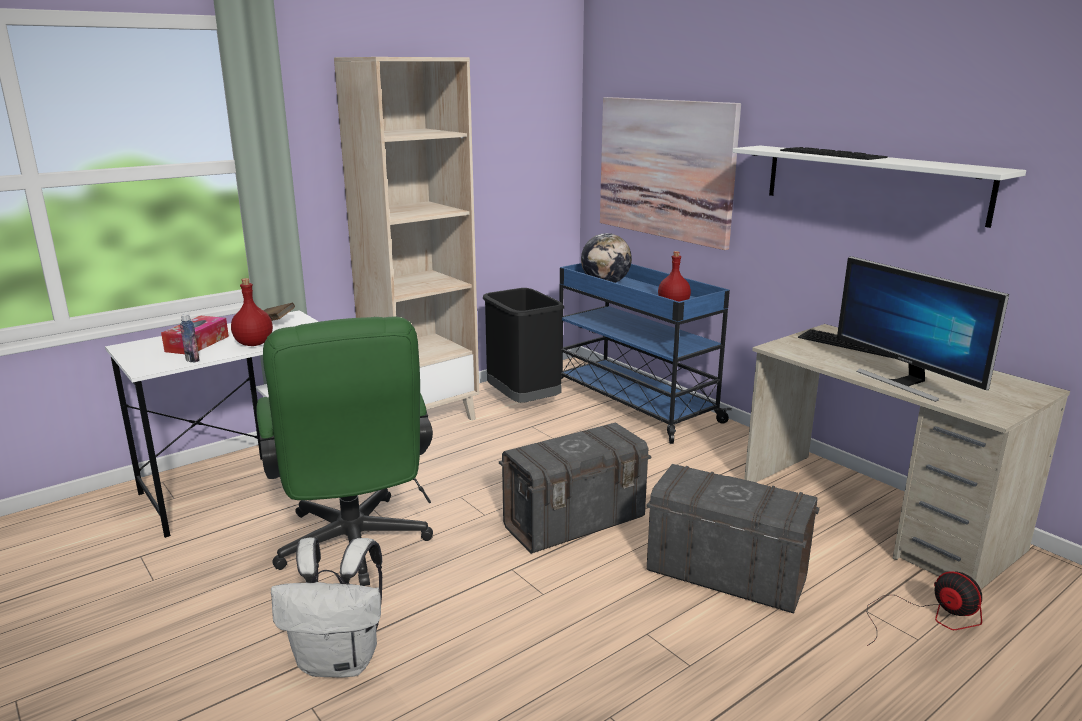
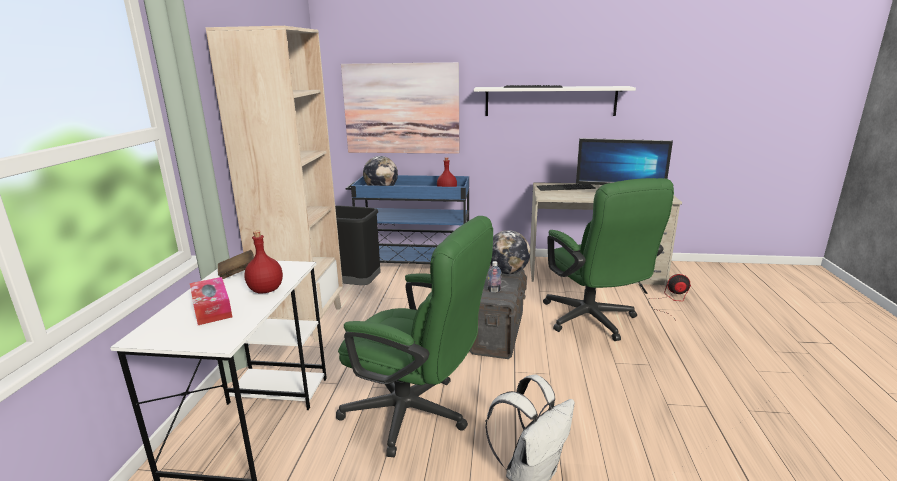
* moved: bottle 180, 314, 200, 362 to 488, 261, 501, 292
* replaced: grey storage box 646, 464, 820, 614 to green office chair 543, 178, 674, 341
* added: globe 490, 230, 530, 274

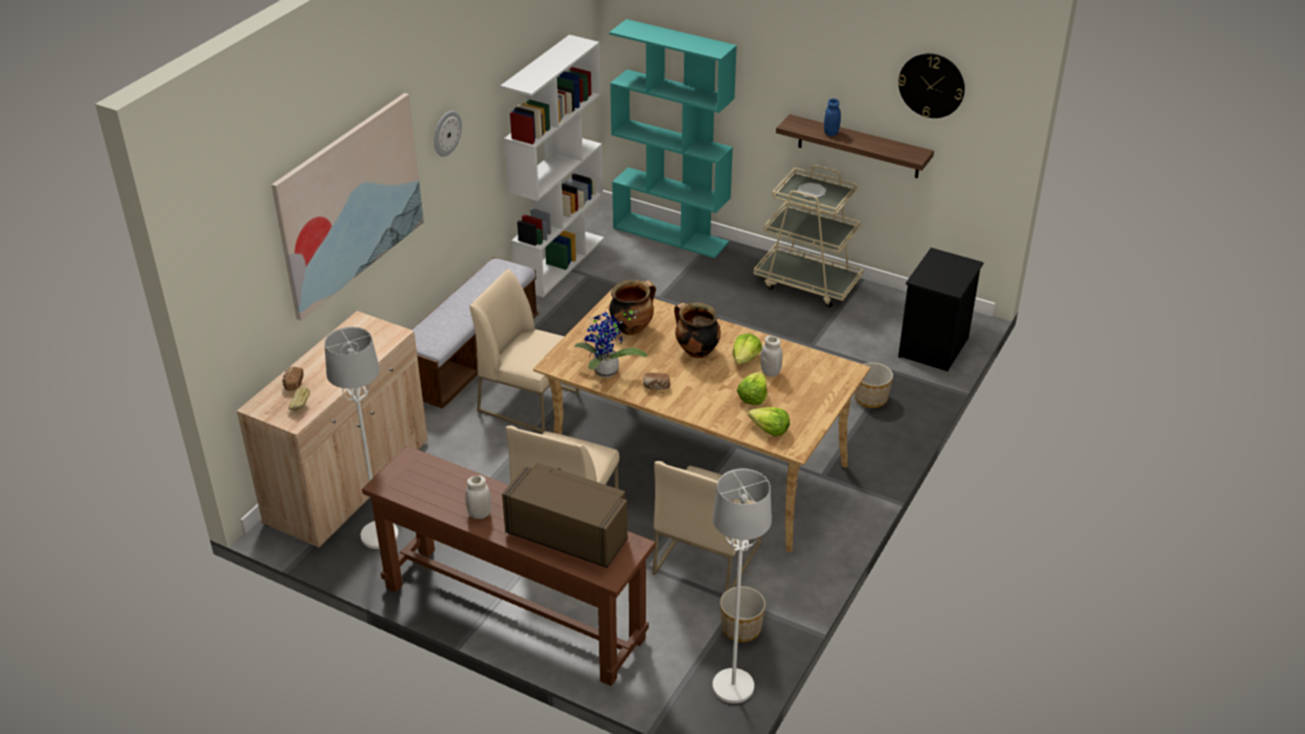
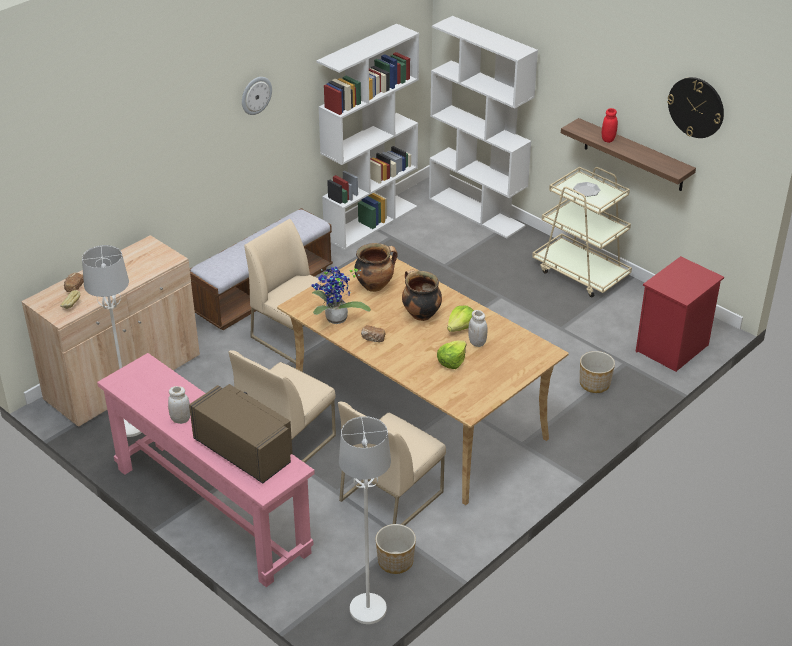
* removed: picture 271, 93, 424, 321
* recoloured: brown console table 362, 446, 656, 686 to pink console table 97, 353, 315, 587
* recoloured: turquoise bookcase 609, 19, 737, 258 to white bookcase 429, 16, 538, 238
* removed: lettuce 748, 407, 790, 436
* recoloured: blue jar 824, 99, 841, 136 to red jar 602, 108, 618, 143
* recoloured: black nightstand 898, 248, 984, 371 to red nightstand 636, 256, 724, 372

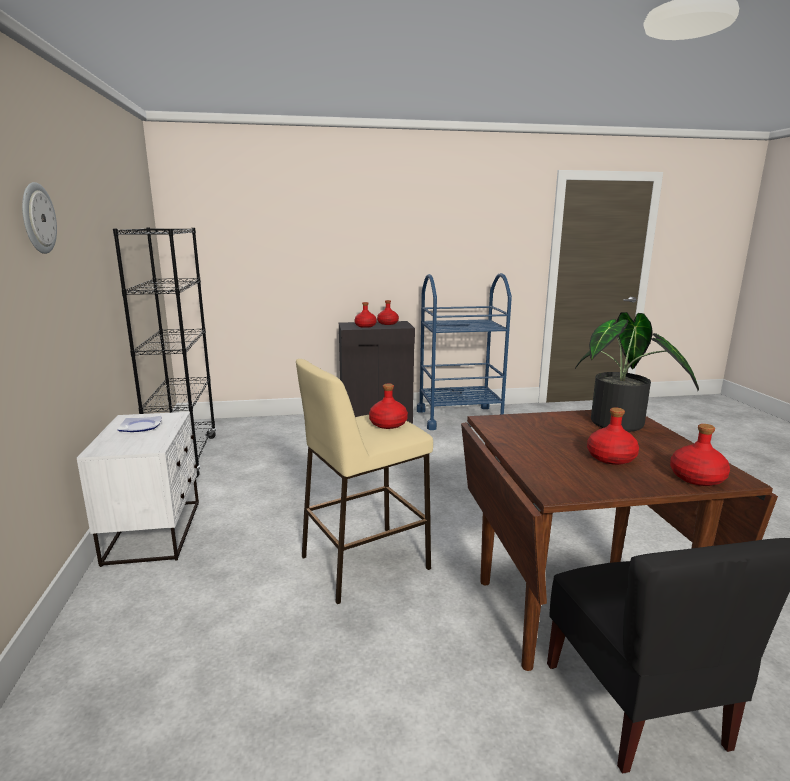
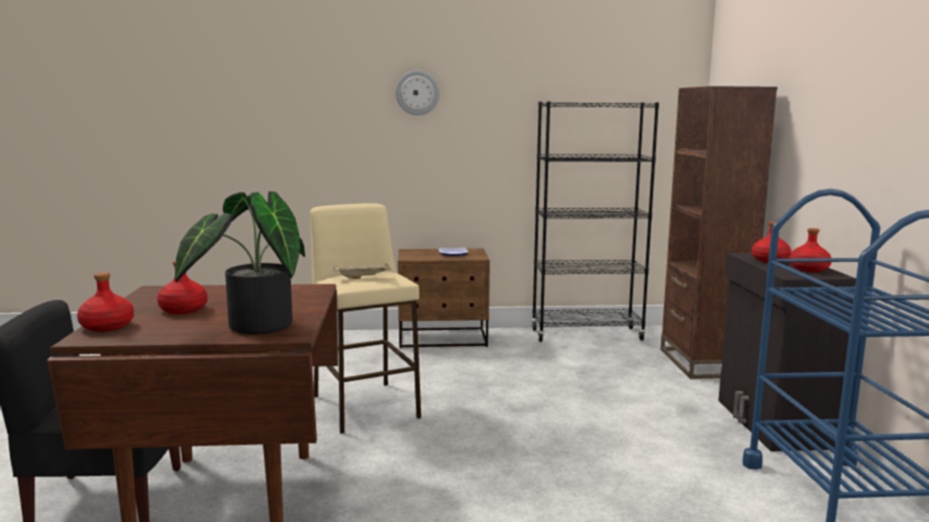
* recoloured: white nightstand 77, 412, 199, 567 to brown nightstand 398, 249, 490, 348
* replaced: red bottle 369, 383, 408, 429 to beige tray 333, 263, 391, 279
* added: brown bookcase 661, 86, 777, 379

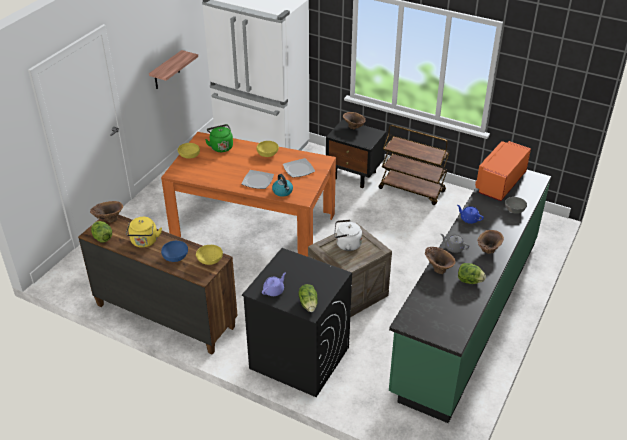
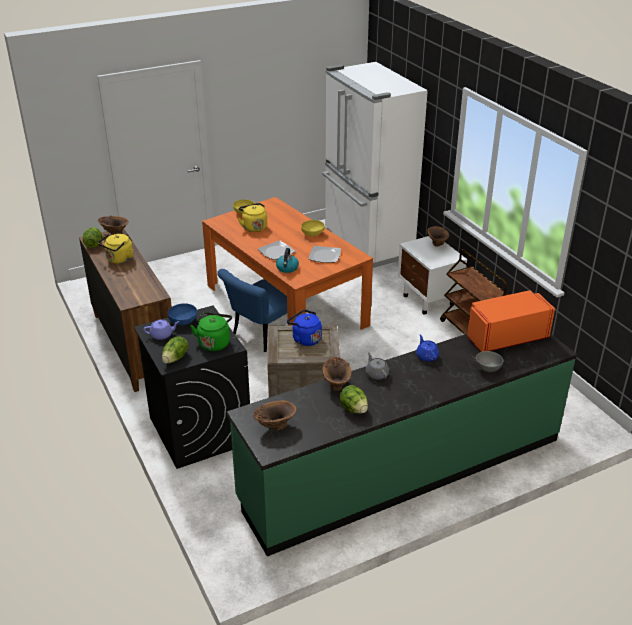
* removed: shelf 149, 50, 198, 89
* moved: blue bowl 161, 241, 188, 262 to 168, 303, 197, 326
* removed: yellow bowl 196, 245, 223, 265
* moved: green kettle 205, 124, 233, 152 to 190, 312, 232, 351
* recoloured: black nightstand 326, 119, 386, 188 to white nightstand 398, 236, 467, 314
* recoloured: white kettle 334, 219, 362, 251 to blue kettle 287, 310, 322, 346
* moved: brown vase 477, 230, 504, 254 to 253, 400, 296, 431
* added: blue chair 217, 269, 287, 352
* added: yellow kettle 238, 203, 267, 232

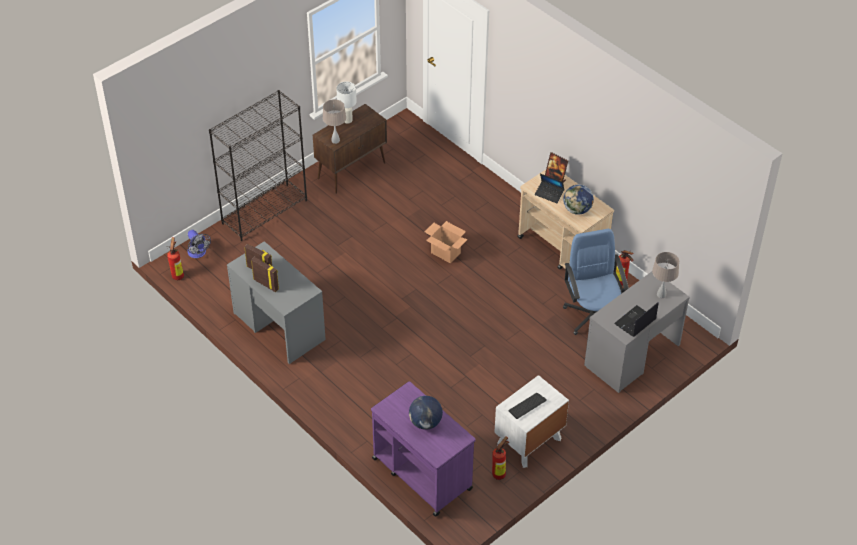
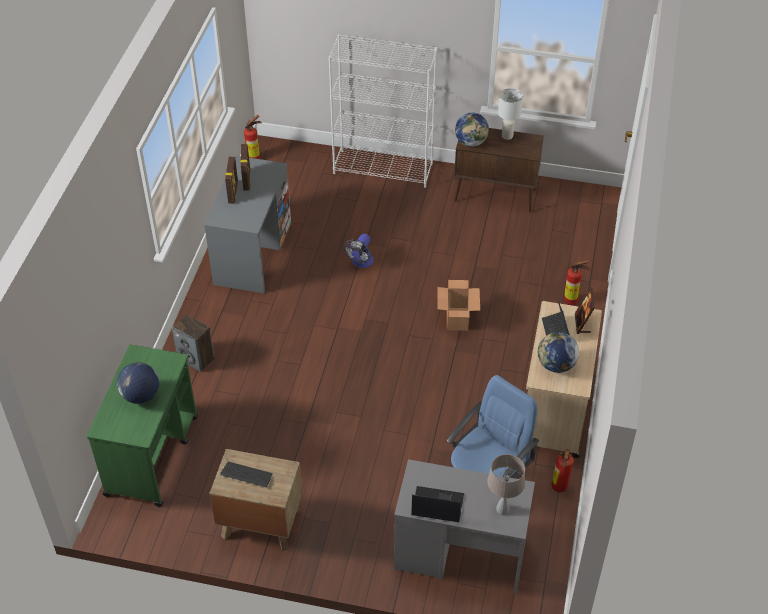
* moved: fan 187, 230, 211, 258 to 343, 234, 374, 268
* recoloured: black bookcase 209, 90, 307, 241 to white bookcase 328, 34, 437, 188
* replaced: beige table lamp 322, 99, 346, 144 to globe 455, 112, 489, 147
* recoloured: purple cart 371, 381, 475, 517 to green cart 87, 345, 198, 507
* moved: fire extinguisher 492, 436, 510, 480 to 564, 260, 590, 305
* recoloured: white nightstand 494, 375, 569, 468 to brown nightstand 209, 449, 302, 551
* added: speaker 172, 314, 214, 372

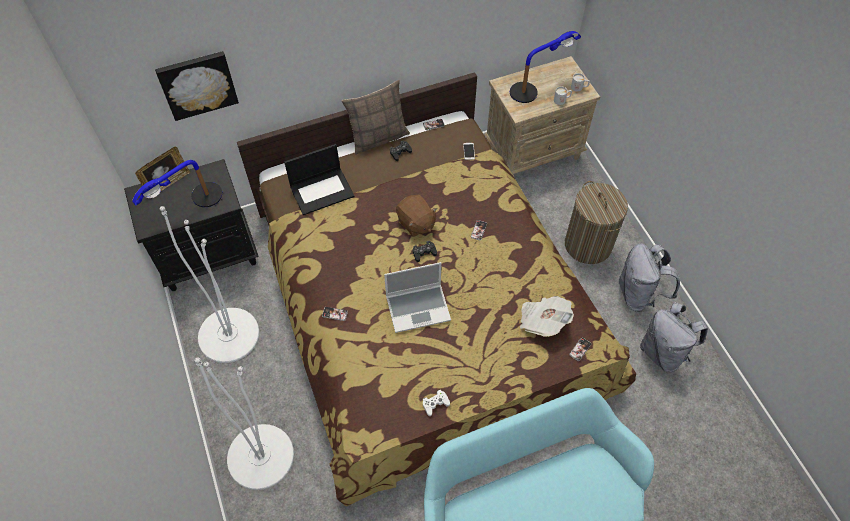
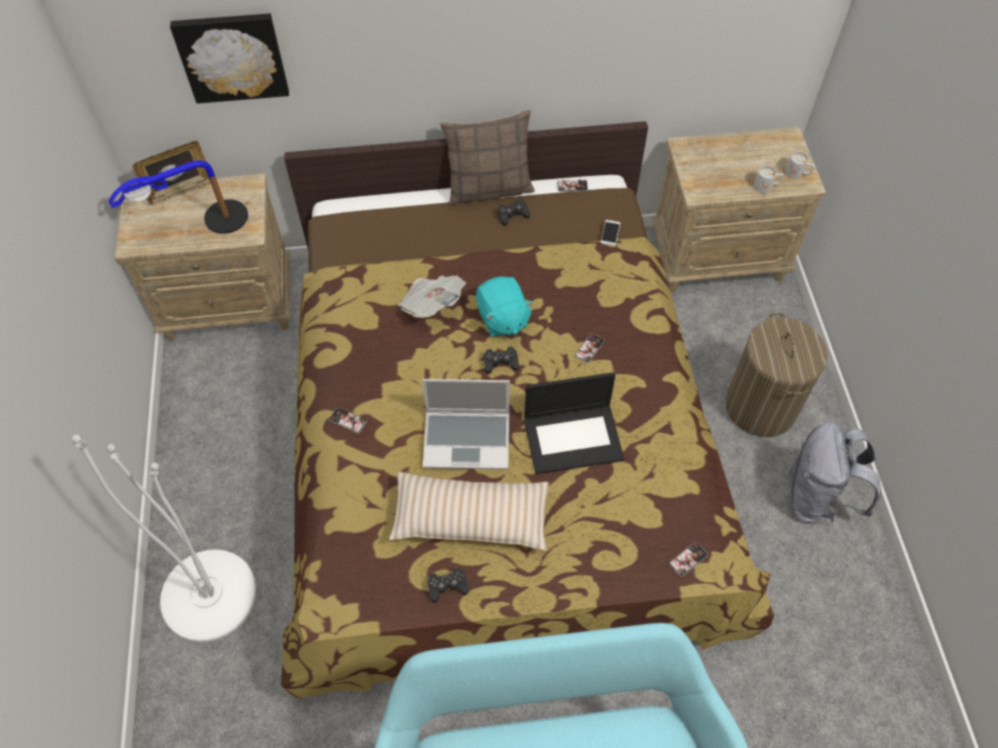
* recoloured: black nightstand 124, 159, 259, 291 to beige nightstand 115, 174, 290, 341
* removed: white floor lamp 160, 206, 259, 363
* moved: laptop 284, 144, 354, 215 to 524, 372, 624, 474
* recoloured: brown plush toy 396, 195, 437, 237 to turquoise plush toy 476, 276, 534, 337
* recoloured: white game controller 423, 390, 450, 416 to black game controller 428, 567, 469, 603
* removed: table lamp 510, 31, 581, 103
* moved: newspaper 520, 296, 574, 337 to 397, 275, 466, 318
* removed: grey backpack 640, 302, 708, 373
* added: beige pillow 389, 472, 549, 551

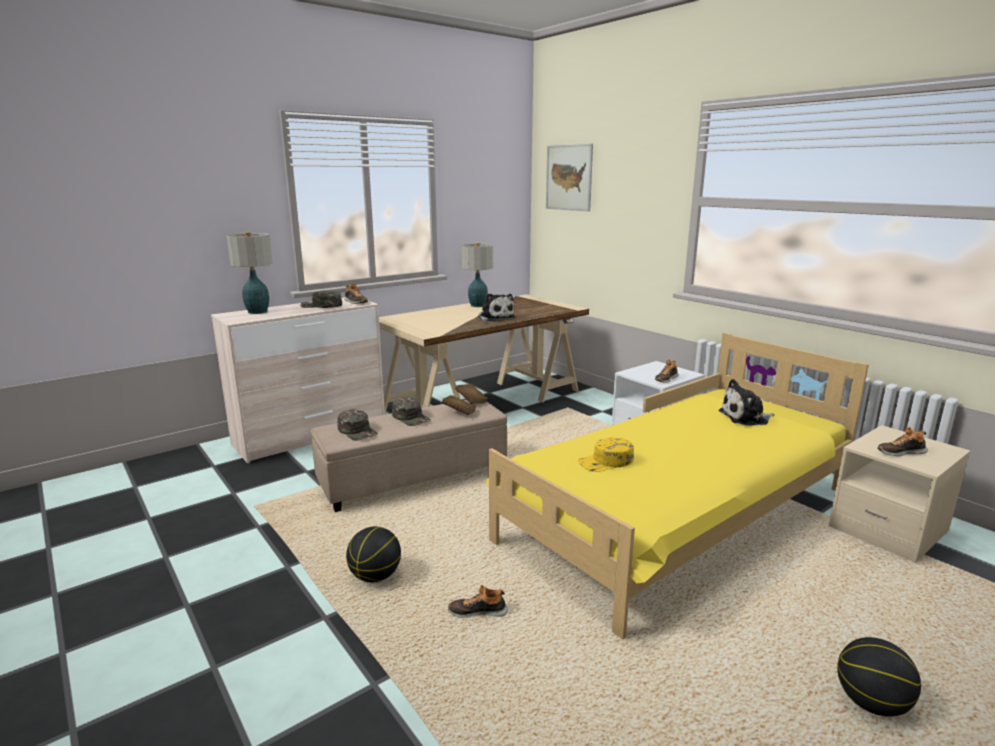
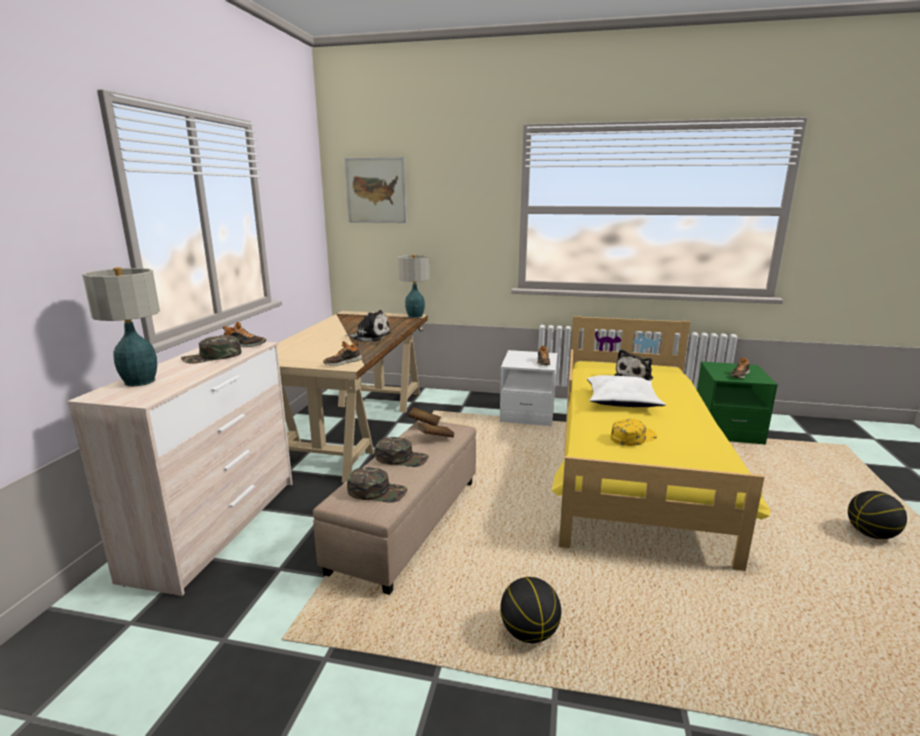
* moved: shoe 448, 585, 508, 618 to 323, 341, 362, 366
* moved: table lamp 462, 243, 493, 307 to 398, 254, 430, 318
* turned: yellow cap 577, 437, 634, 472 = 611, 419, 657, 446 150 degrees counterclockwise
* recoloured: beige nightstand 829, 425, 971, 563 to green nightstand 697, 362, 778, 445
* added: white pillow 587, 375, 666, 407

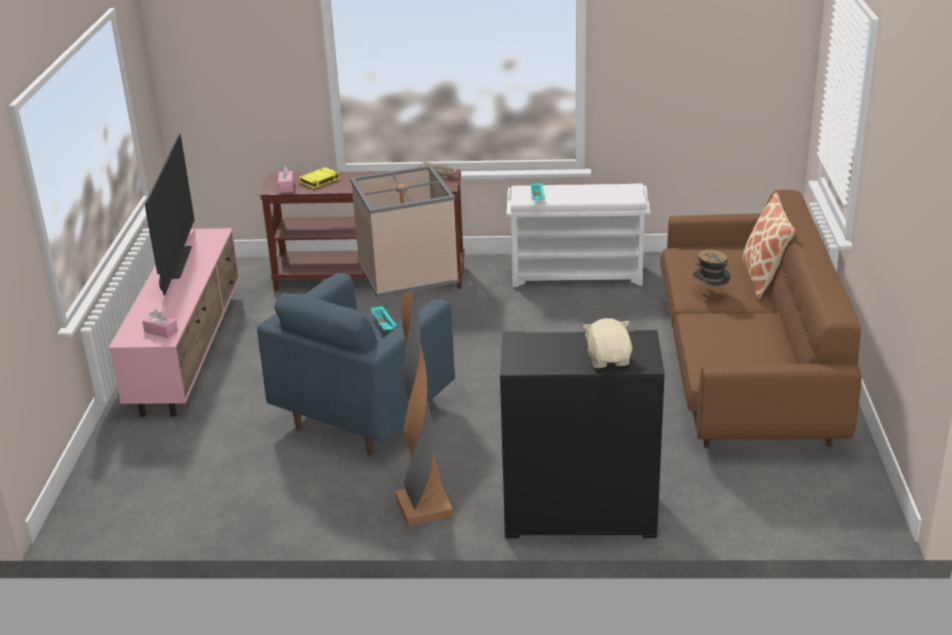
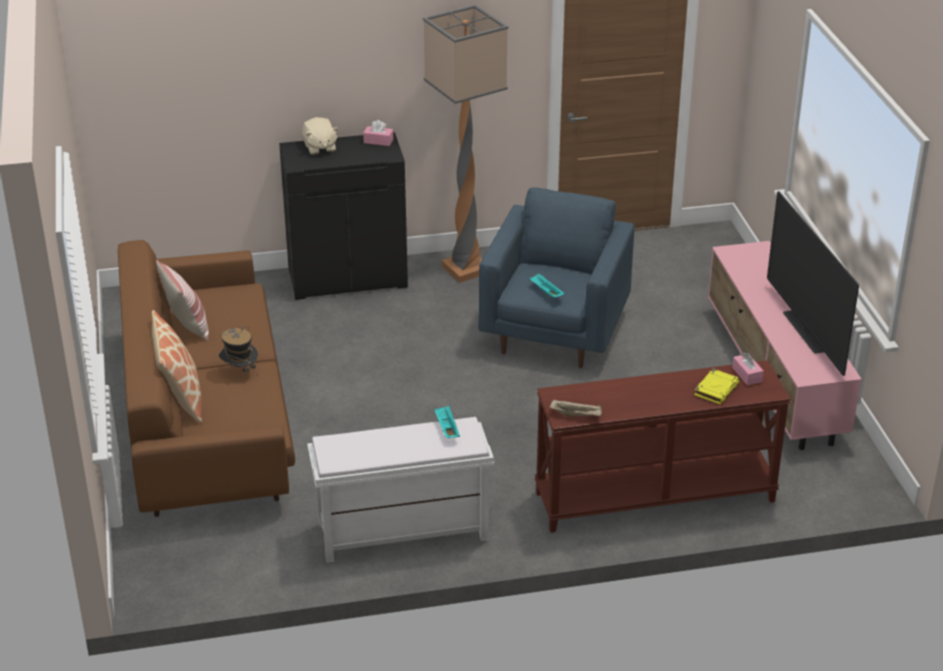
* moved: pink tissue box 142, 309, 178, 338 to 363, 120, 393, 146
* added: pillow 156, 260, 209, 341

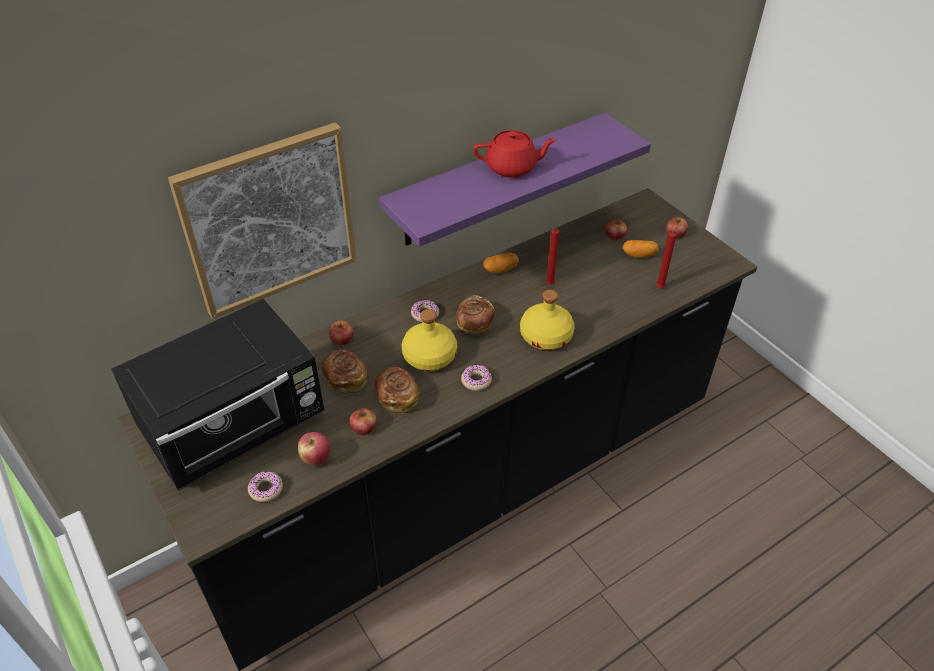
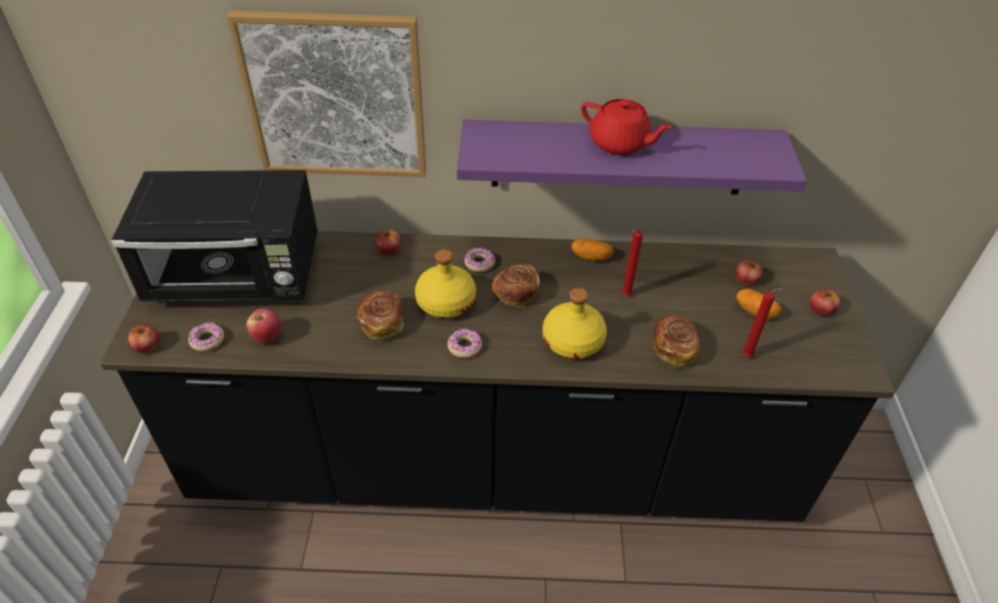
* moved: bread 322, 350, 368, 394 to 653, 315, 701, 368
* moved: apple 349, 408, 377, 435 to 127, 325, 160, 353

